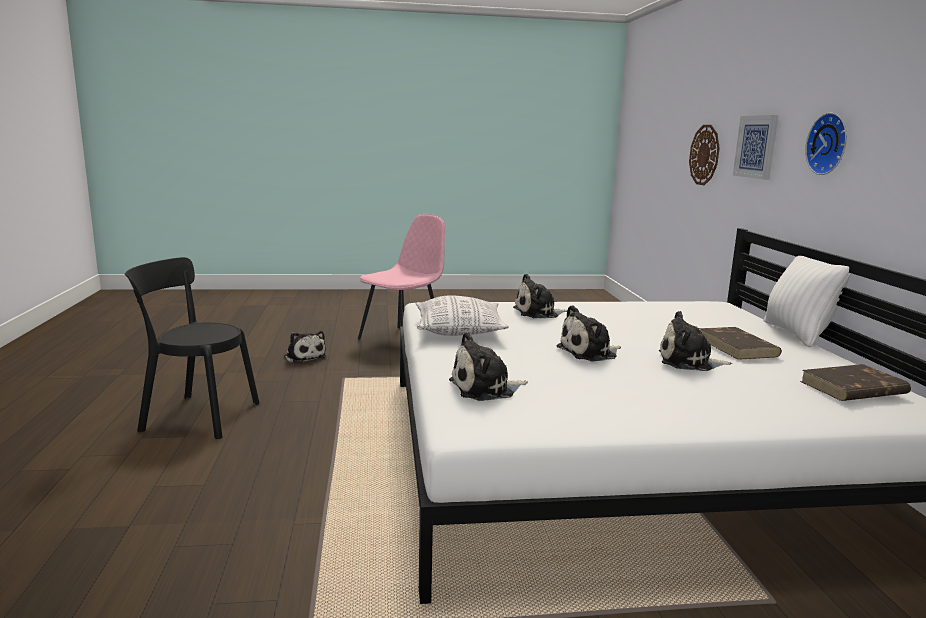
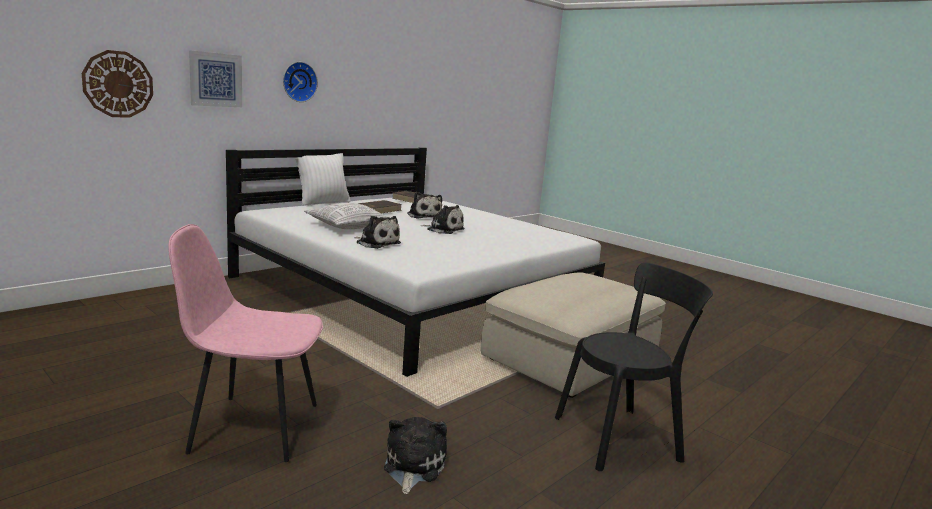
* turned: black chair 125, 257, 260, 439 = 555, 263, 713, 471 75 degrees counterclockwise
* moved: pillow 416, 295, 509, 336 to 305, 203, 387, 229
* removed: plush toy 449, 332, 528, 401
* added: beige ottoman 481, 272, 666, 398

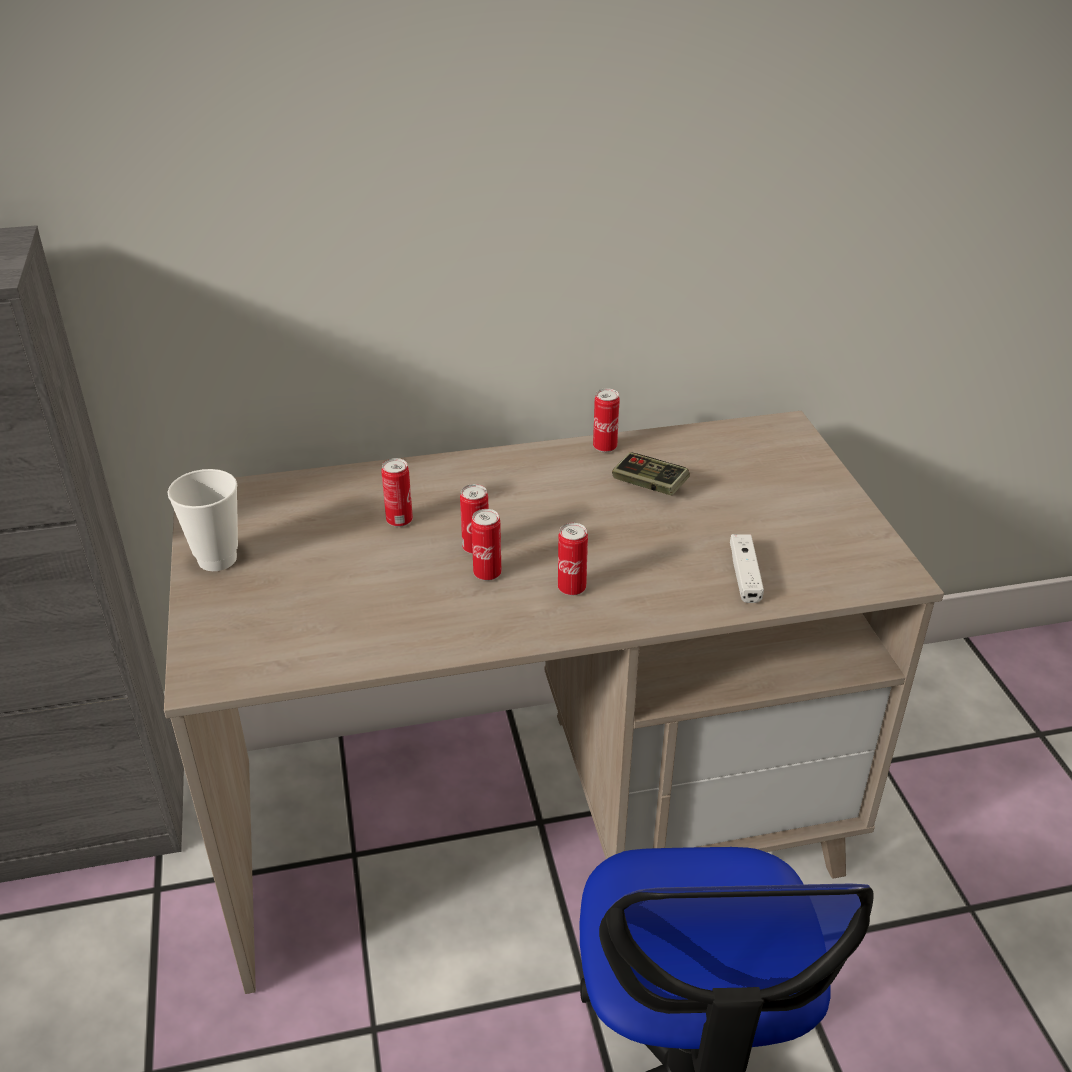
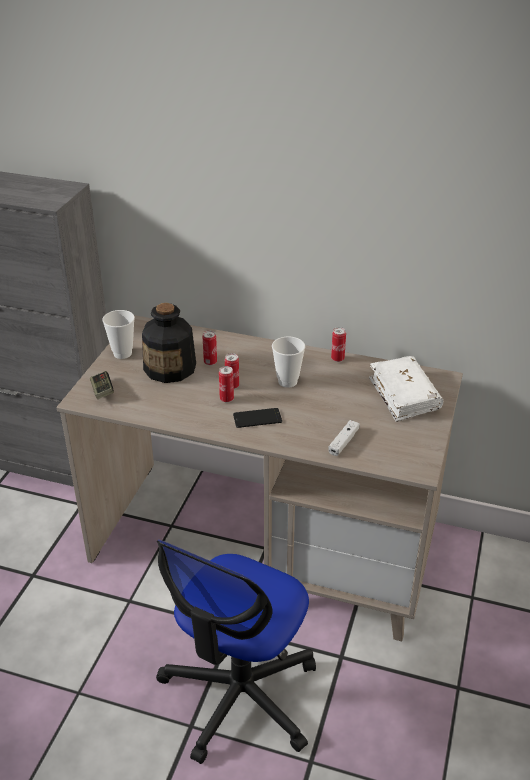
* replaced: can 558, 523, 588, 596 to phone 233, 408, 282, 428
* moved: game controller 612, 452, 690, 496 to 90, 371, 114, 399
* added: bottle 142, 303, 196, 383
* added: cup 272, 337, 305, 388
* added: white book 369, 356, 443, 422

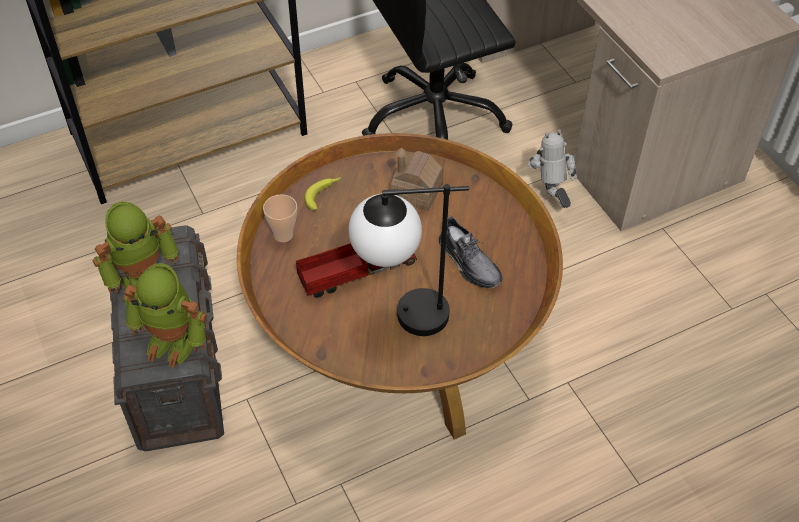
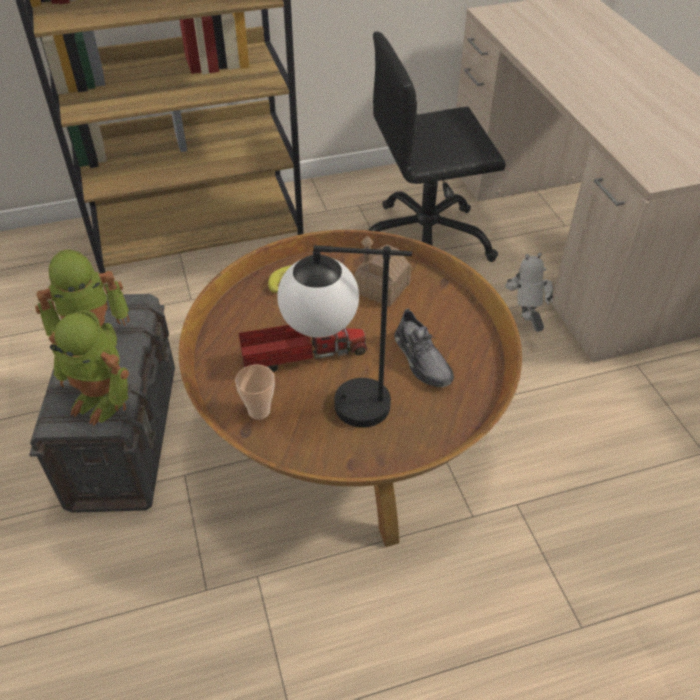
* moved: cup 263, 194, 297, 242 to 235, 365, 275, 420

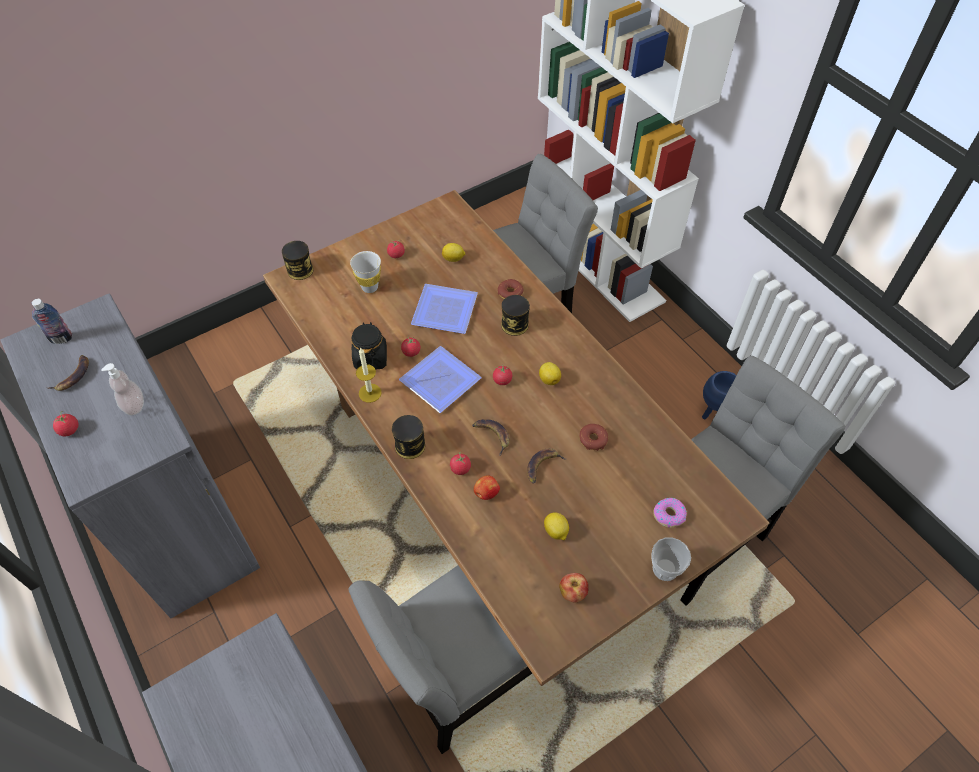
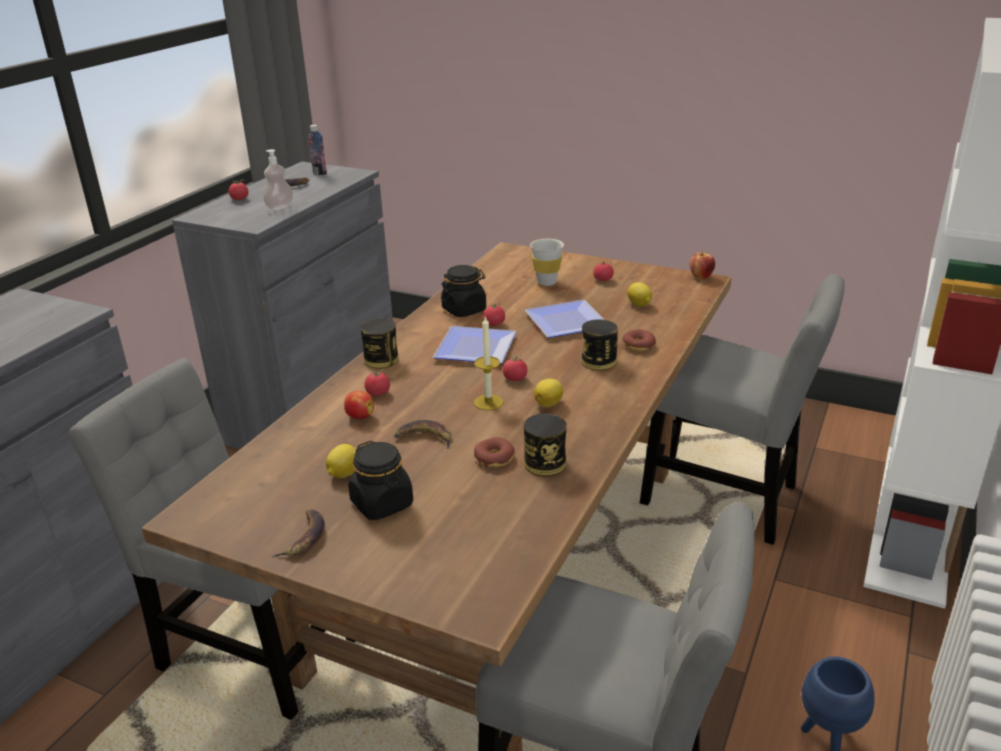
* moved: can 282, 241, 314, 280 to 524, 413, 567, 476
* moved: candle 356, 348, 382, 403 to 474, 315, 503, 410
* moved: banana 472, 419, 510, 456 to 272, 510, 325, 558
* moved: apple 559, 573, 589, 603 to 690, 252, 715, 279
* removed: cup 651, 537, 691, 581
* removed: donut 653, 498, 687, 528
* added: black jar 348, 441, 413, 520

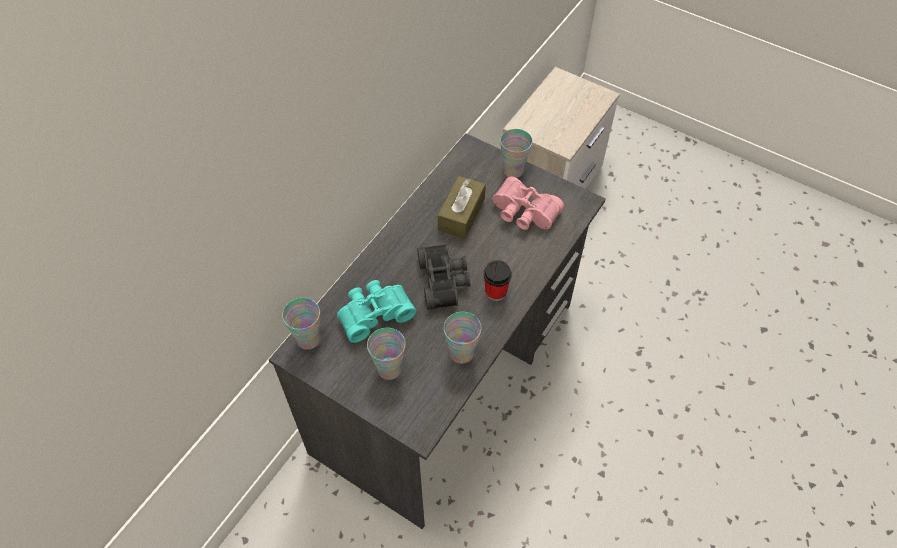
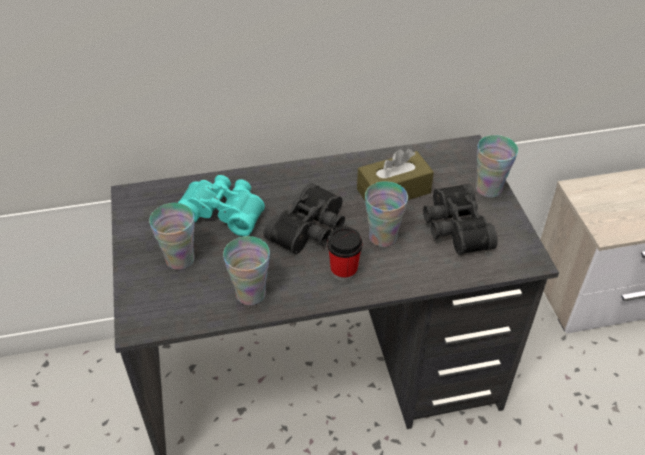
* moved: cup 282, 298, 321, 350 to 365, 181, 408, 247
* recoloured: pink binoculars 492, 176, 564, 230 to black binoculars 423, 184, 498, 255

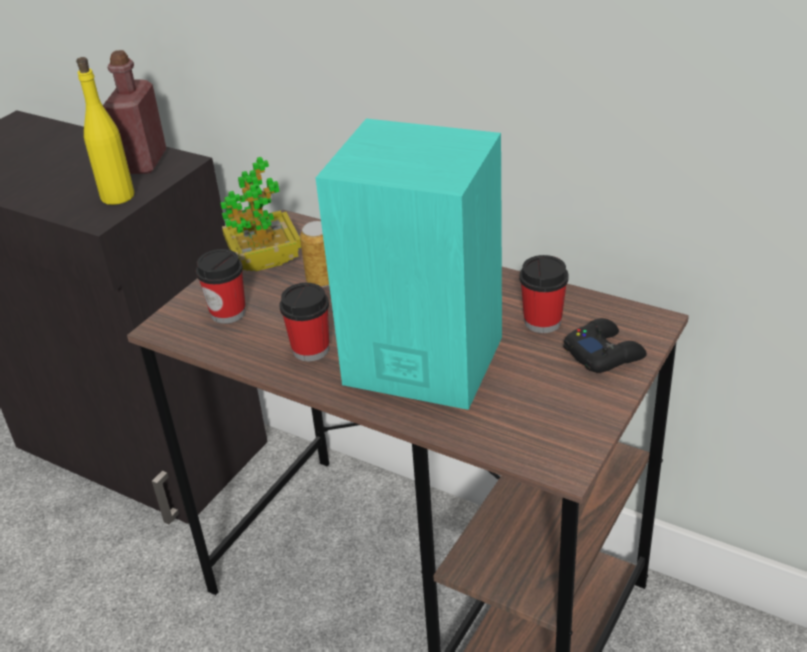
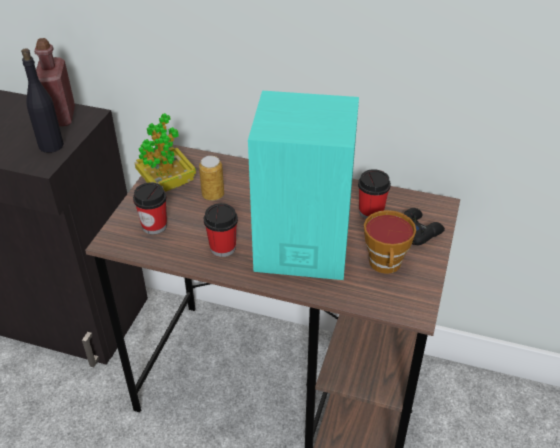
* recoloured: yellow bottle 76, 57, 134, 205 to black bottle 21, 48, 64, 153
* added: cup 364, 210, 416, 274

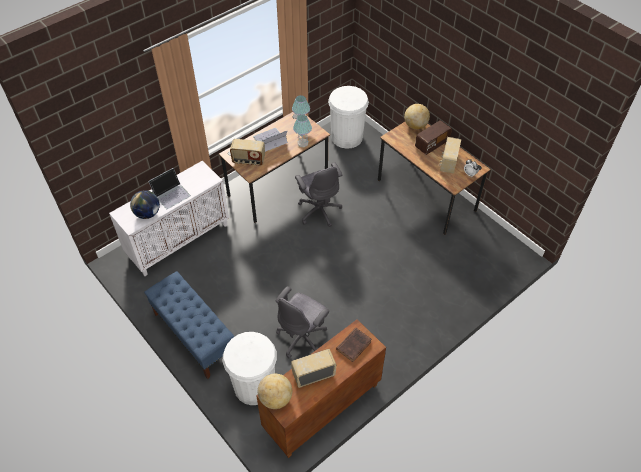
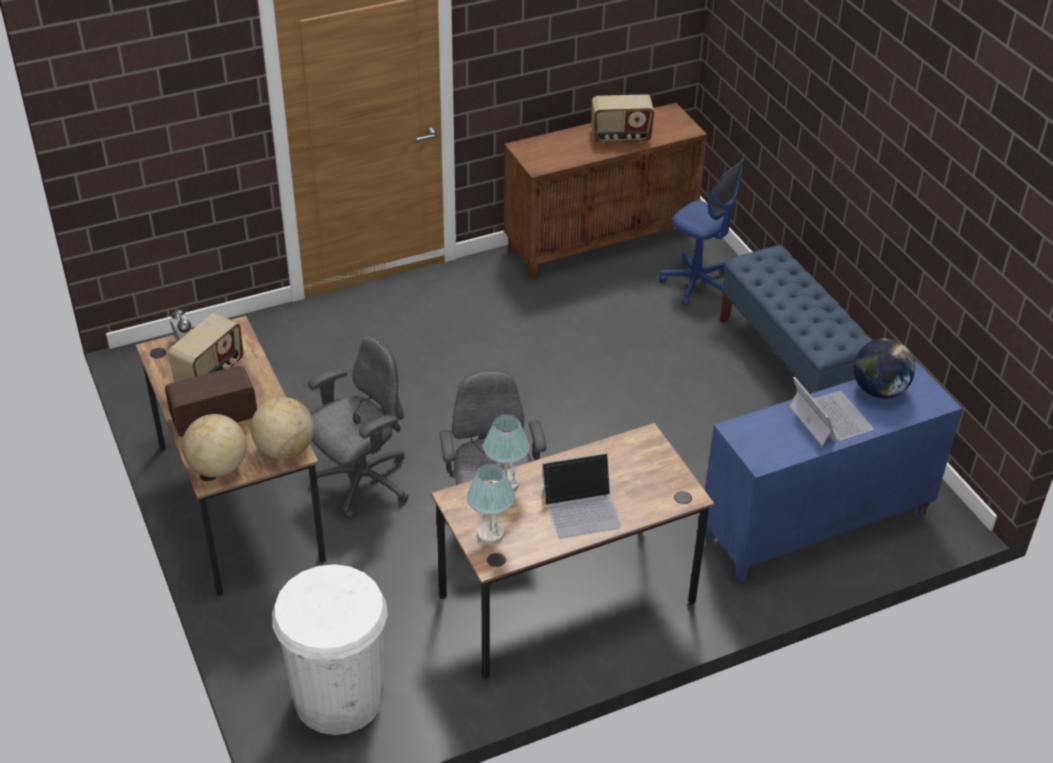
* recoloured: white cabinet 109, 161, 229, 276 to blue cabinet 705, 360, 963, 583
* turned: laptop 148, 168, 191, 209 = 789, 376, 873, 446 90 degrees clockwise
* replaced: white trash can 223, 332, 277, 405 to blue office chair 659, 159, 745, 306
* removed: radio 230, 139, 265, 166
* moved: globe 258, 374, 292, 409 to 251, 397, 314, 459
* moved: grey office chair 275, 286, 329, 358 to 308, 336, 409, 520
* removed: brown book 336, 328, 372, 362

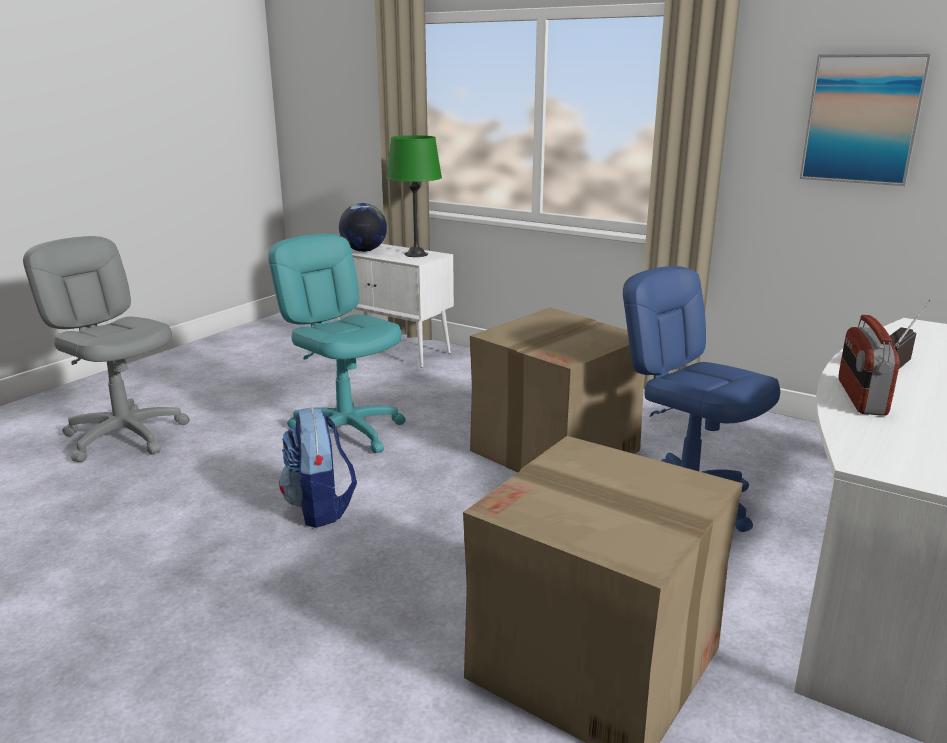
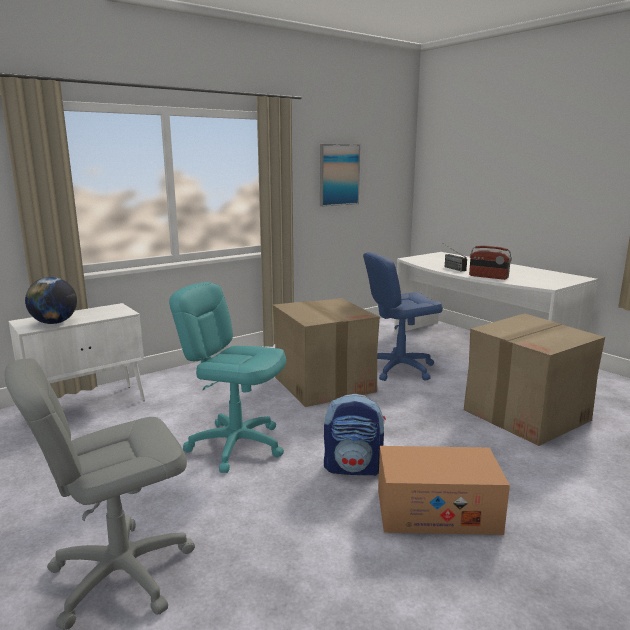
* turned: turquoise office chair 268, 234, 406, 453 = 169, 282, 286, 473 45 degrees clockwise
* removed: green table lamp 387, 135, 442, 257
* added: cardboard box 378, 446, 510, 535

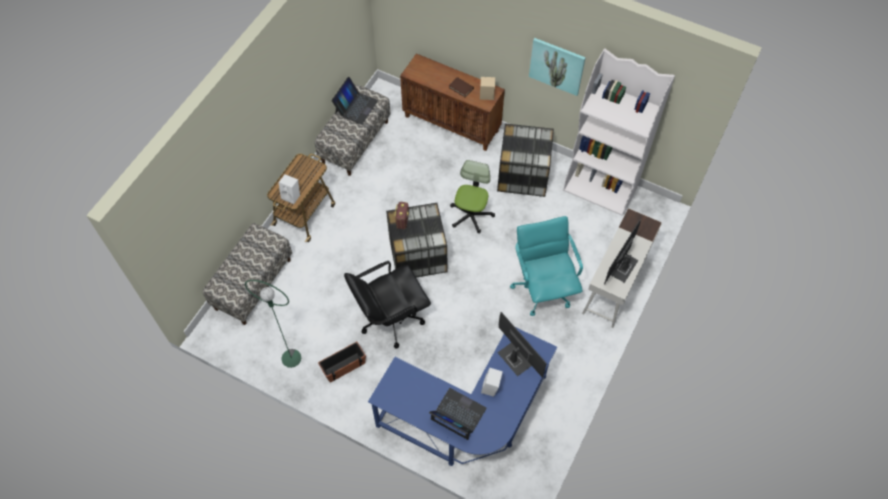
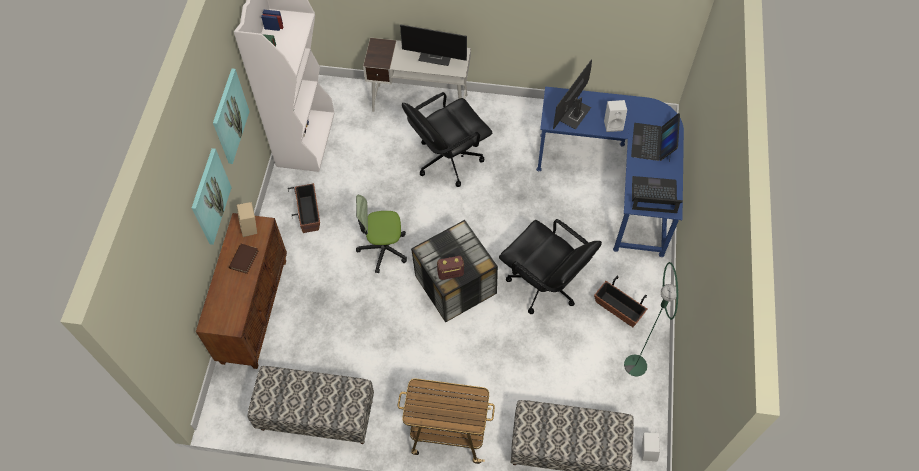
* moved: white speaker 279, 174, 300, 204 to 642, 432, 660, 461
* moved: laptop 332, 77, 378, 124 to 632, 176, 683, 213
* replaced: storage box 497, 123, 554, 197 to planter 288, 183, 320, 233
* recoloured: turquoise office chair 510, 216, 583, 316 to black office chair 402, 92, 492, 187
* added: picture 192, 148, 232, 245

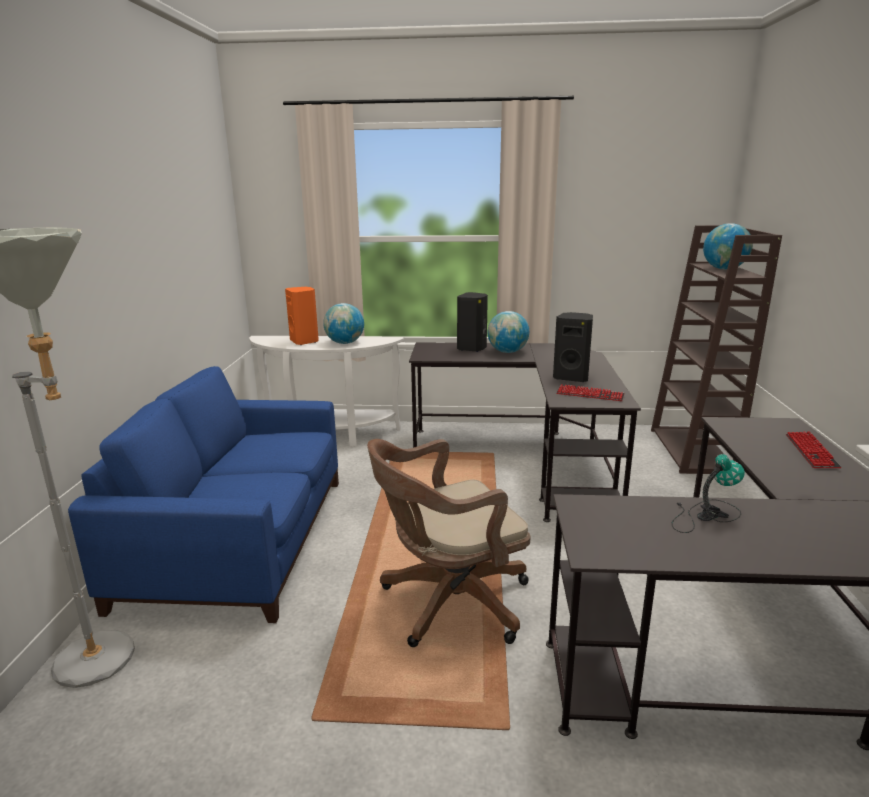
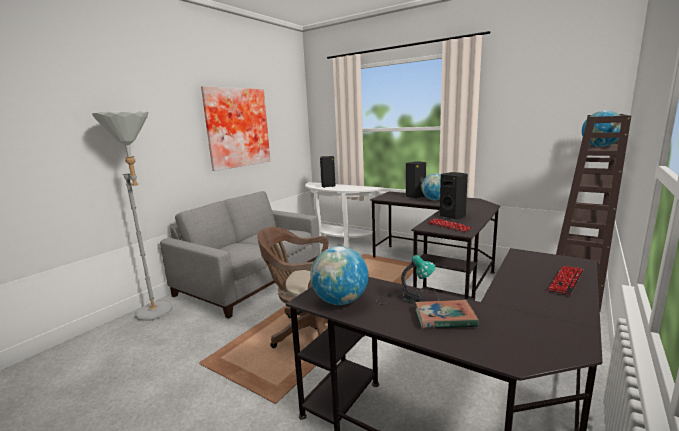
* recoloured: blue sofa 68, 366, 339, 623 to grey sofa 160, 191, 320, 319
* recoloured: orange speaker 285, 287, 319, 345 to black speaker 320, 156, 335, 188
* moved: globe 323, 303, 364, 344 to 310, 246, 368, 305
* added: picture 201, 86, 271, 171
* added: book 415, 300, 478, 329

